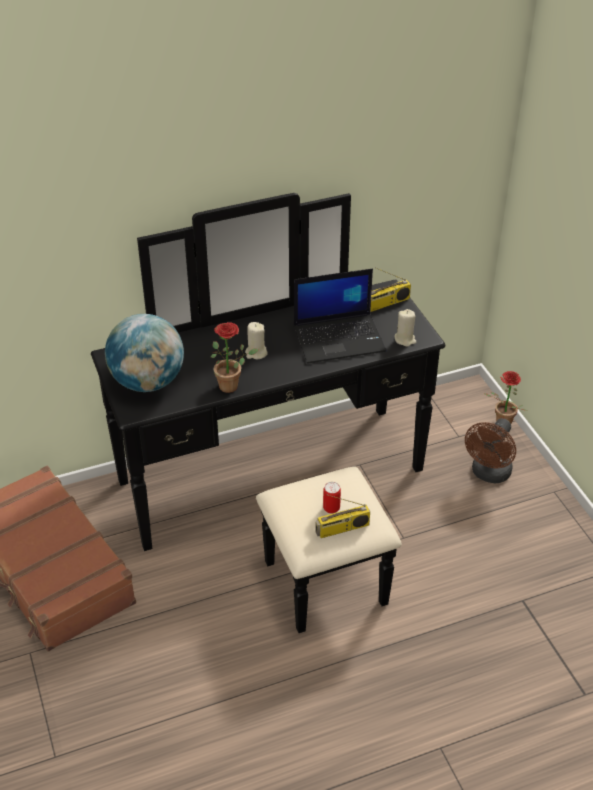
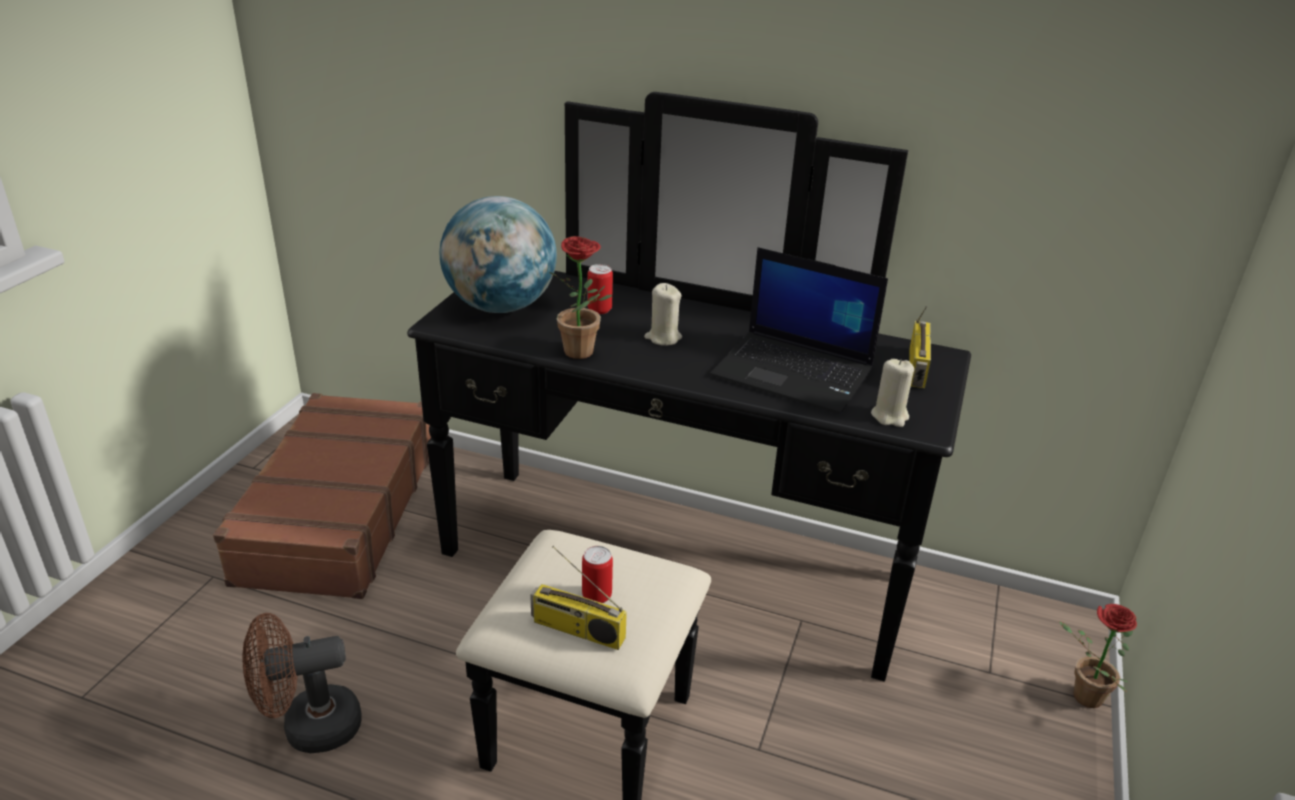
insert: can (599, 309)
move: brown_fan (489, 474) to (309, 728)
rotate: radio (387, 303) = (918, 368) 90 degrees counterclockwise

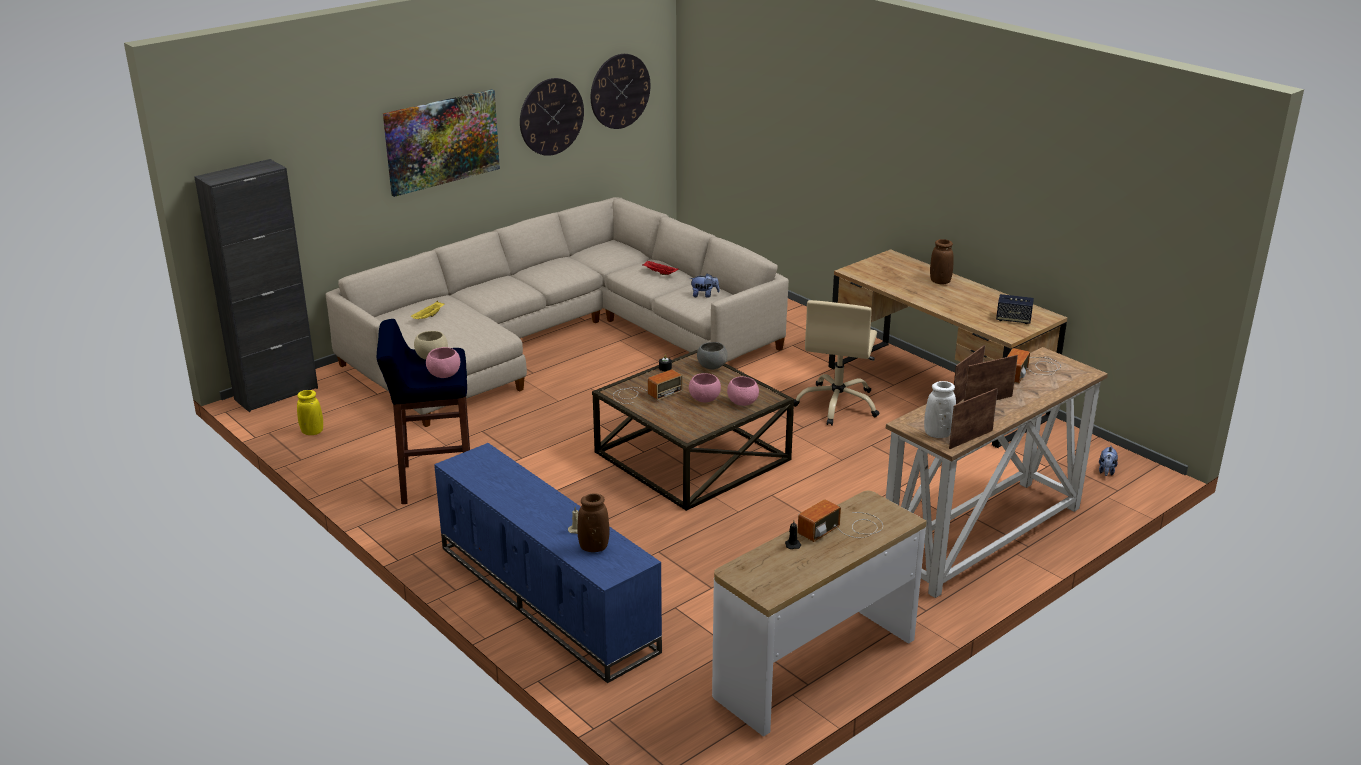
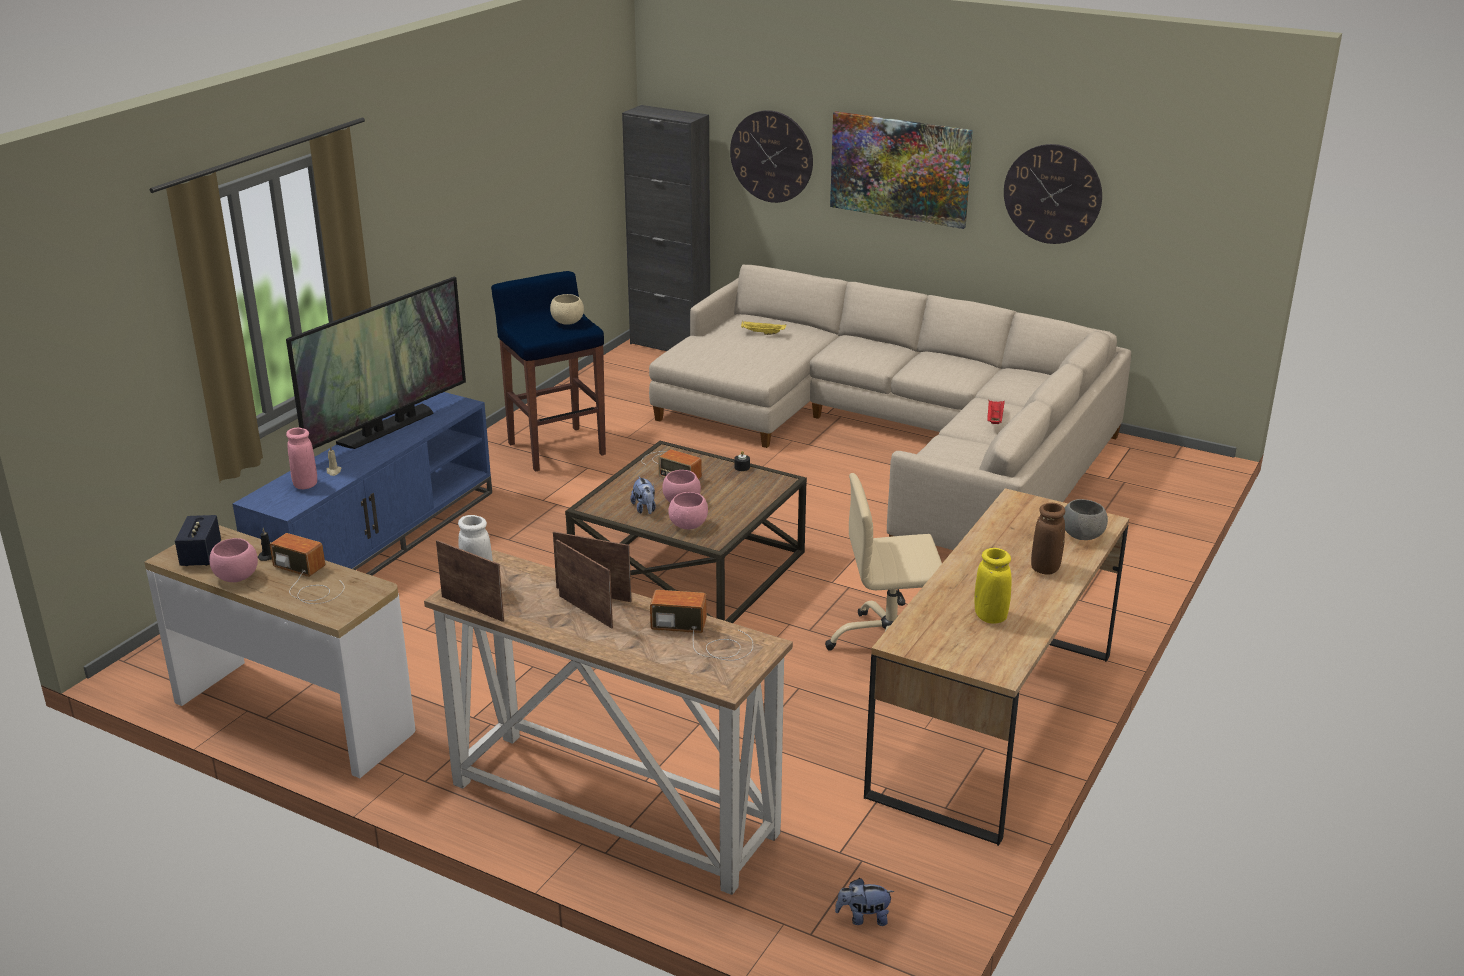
insert: television (387, 428)
move: yellow_vase (312, 432) to (990, 617); pink_bowl (444, 375) to (236, 577); wall_clock (620, 91) to (771, 156); plush_toy (704, 295) to (645, 509); grey_bowl (711, 366) to (1082, 536); speaker (1013, 319) to (201, 555)
recolor: brown_vase (594, 547) to pink_vase (305, 485)

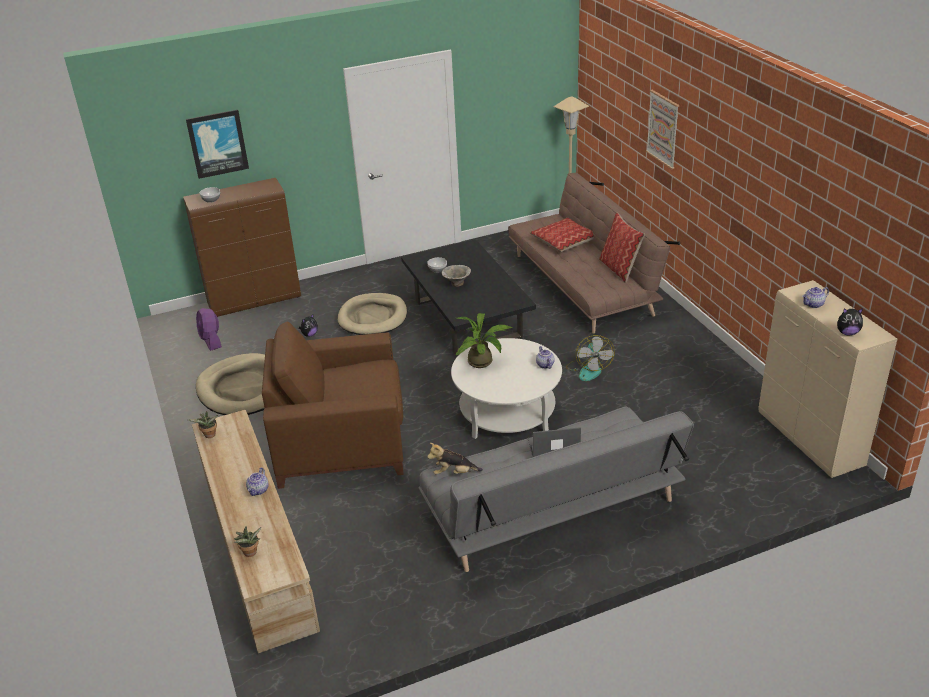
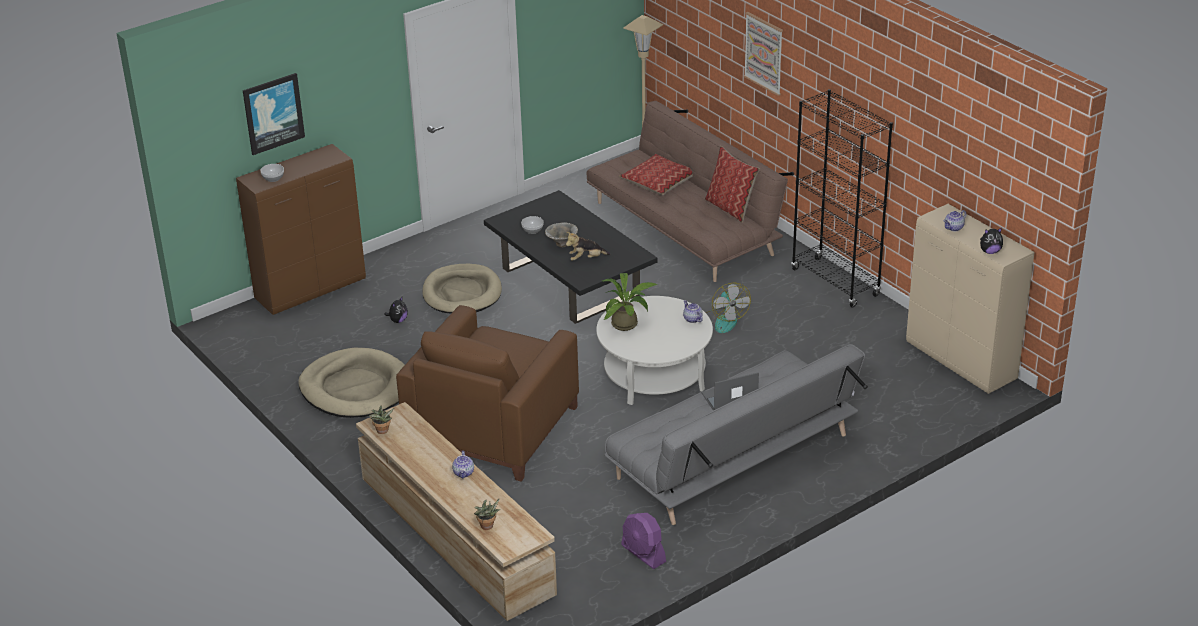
insert: black_bookcase (835, 282)
move: purple_fan (211, 340) to (643, 554); plush_toy (454, 473) to (586, 259)
rotate: brown_armchair (342, 441) = (492, 426) 45 degrees counterclockwise

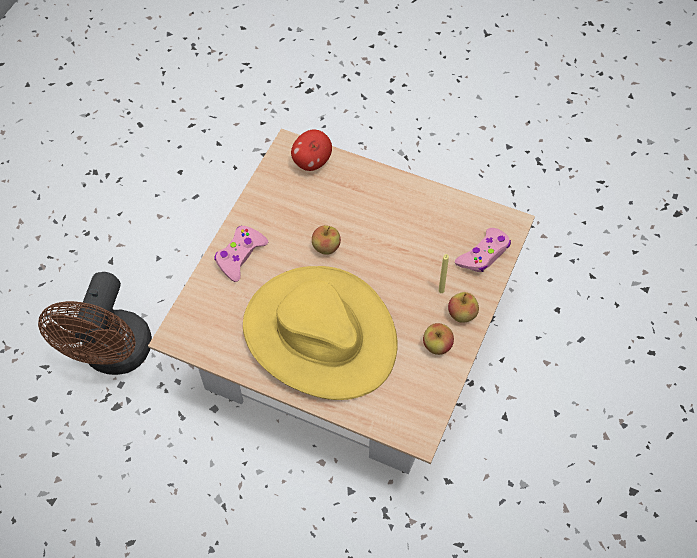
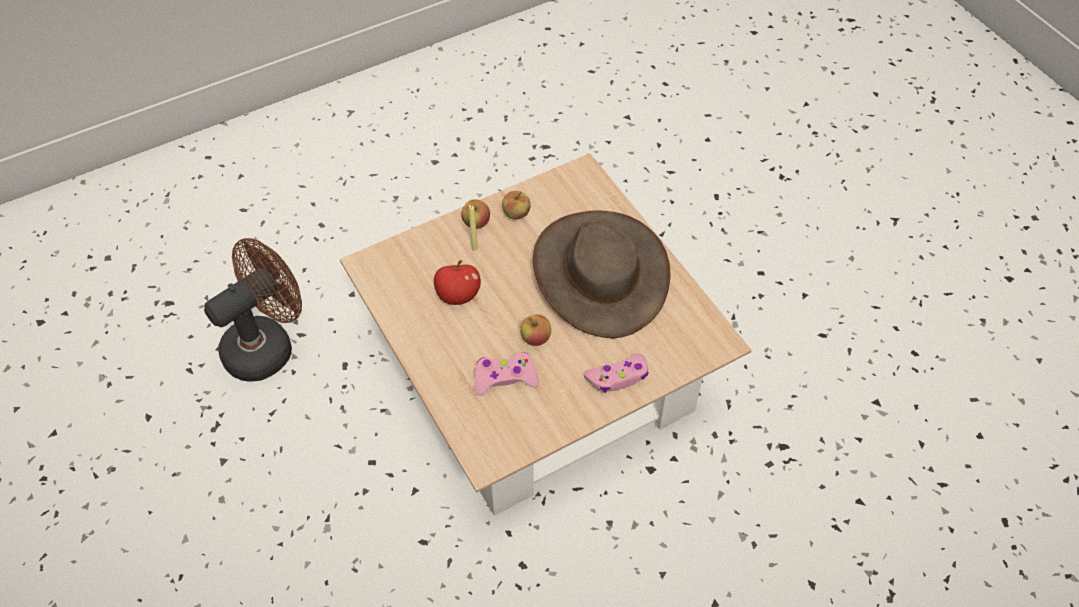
move: brown_fan (115, 356) to (267, 345); apple (312, 162) to (458, 296); pink_game_controller (484, 255) to (505, 378)
recolor: yellow_hat (319, 335) to brown_hat (600, 273)

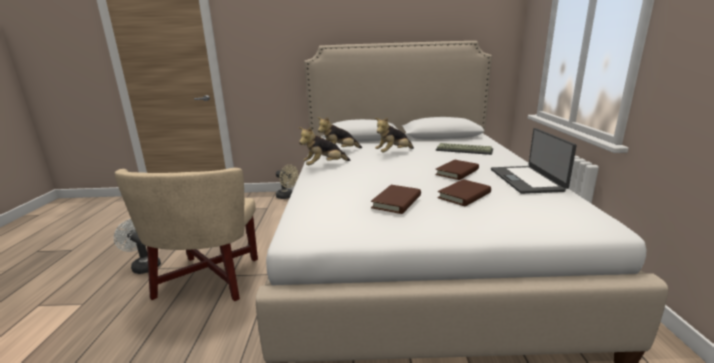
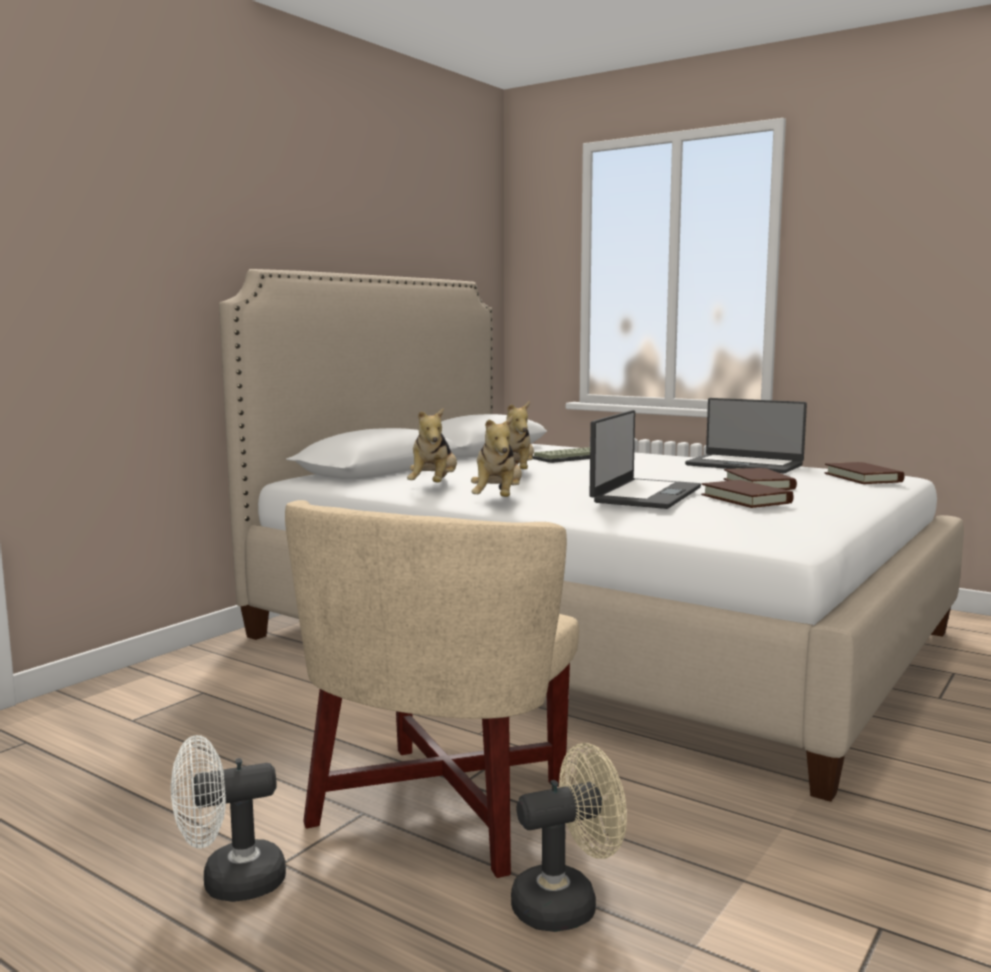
insert: laptop (645, 494)
move: beige_fan (287, 196) to (567, 903); brown_book (457, 172) to (863, 478)
rotate: beige_armchair (209, 278) = (440, 807) 75 degrees clockwise

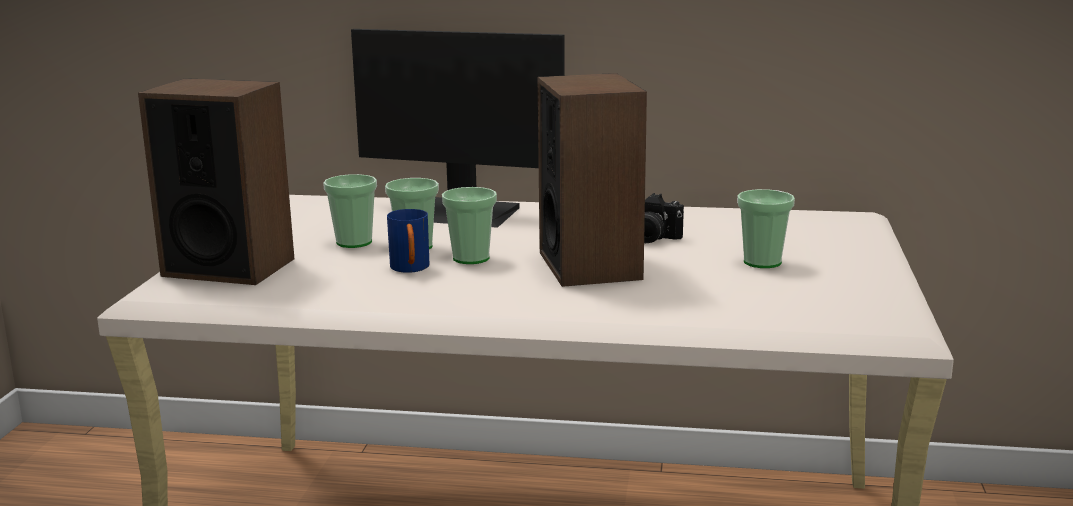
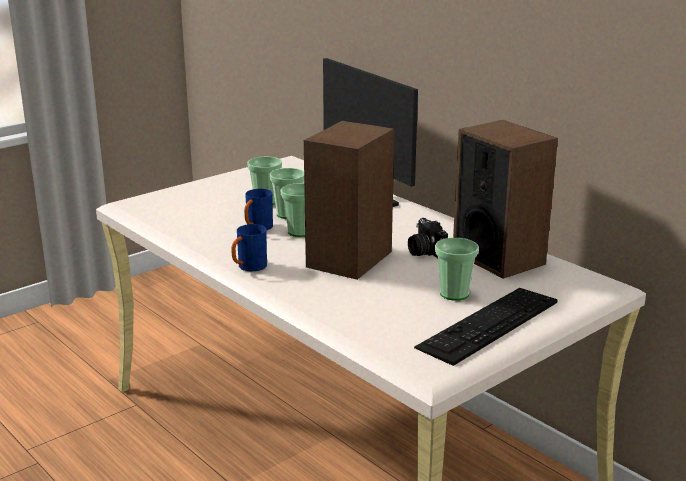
insert: blue_mug (248, 268); keyboard (488, 324)
move: speaker (229, 267) to (498, 258)

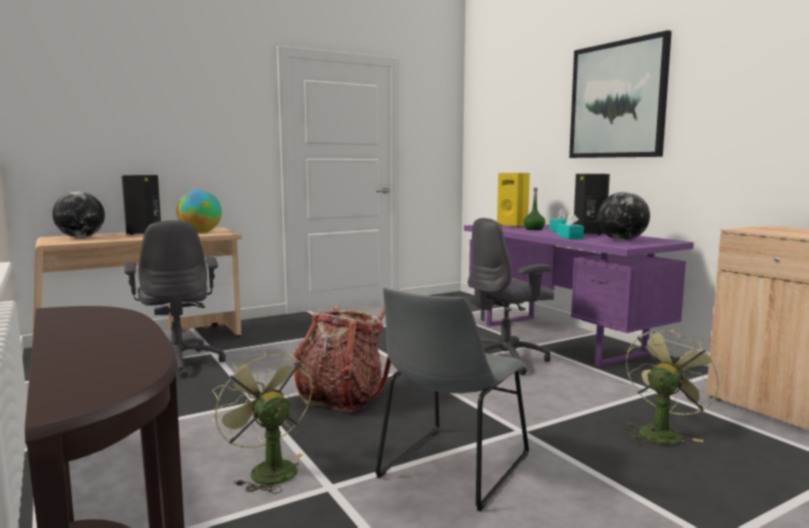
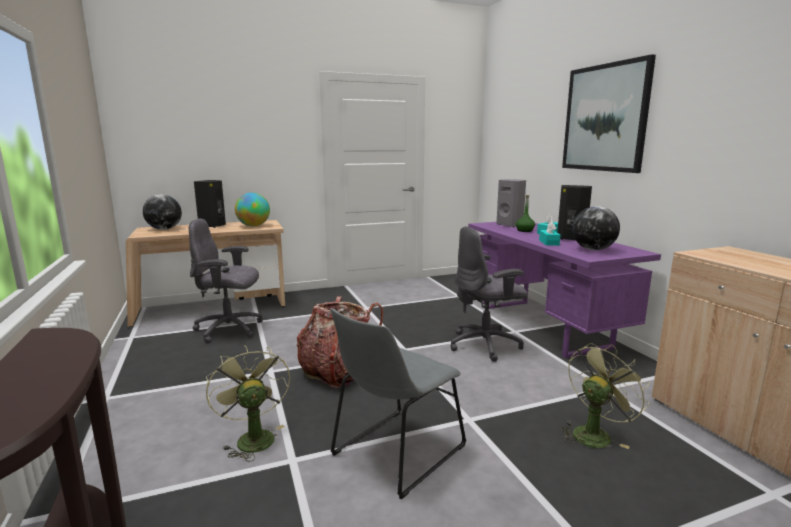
recolor: yellow_speaker (513, 225) to grey_speaker (510, 225)
rotate: grey_office_chair (179, 363) = (229, 330) 105 degrees clockwise

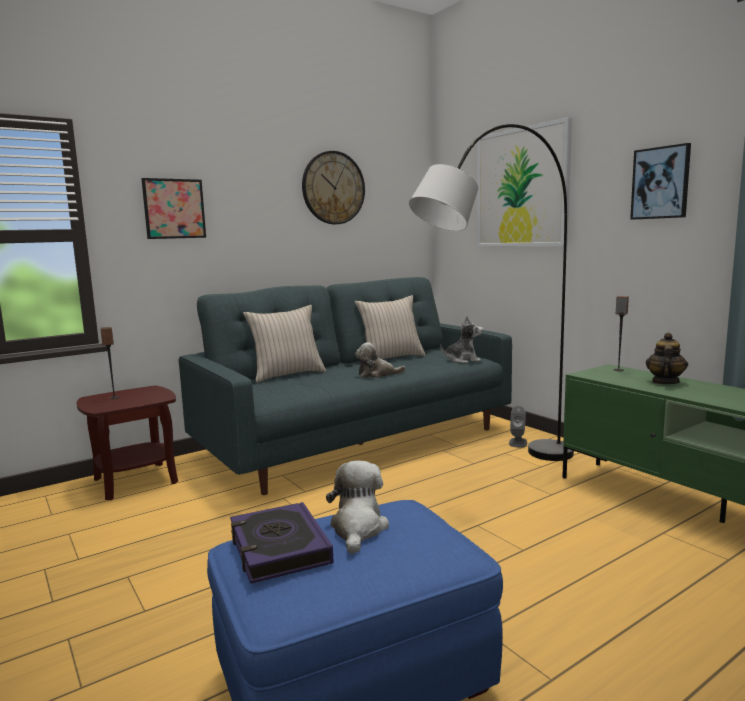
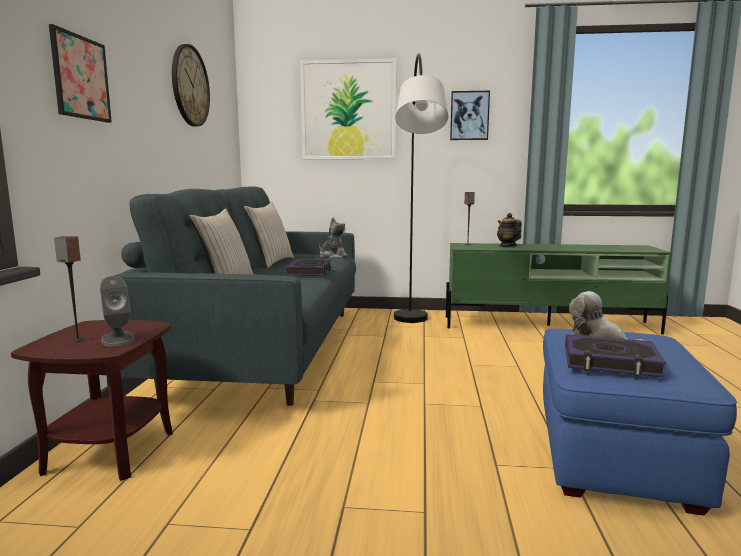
move: grey_speaker (518, 442) to (117, 339)
replace: plush_toy (377, 374) to book (309, 272)

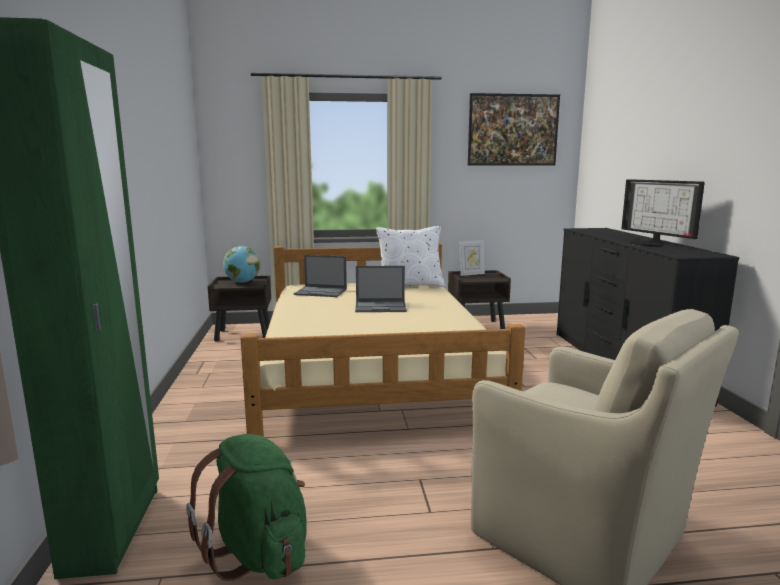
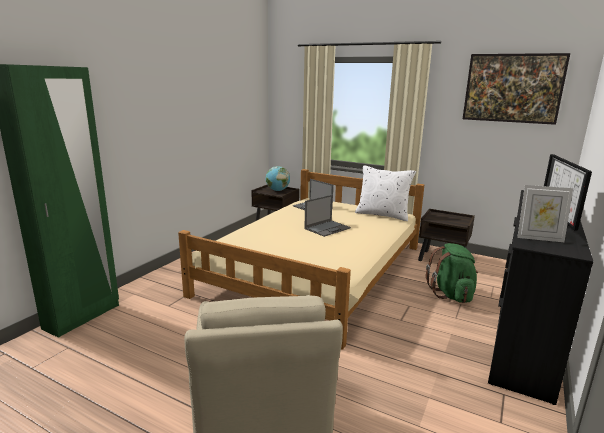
move: green_backpack (259, 553) to (451, 294); picture_frame (471, 274) to (539, 238)
rotate: laptop (381, 307) = (327, 228) 75 degrees counterclockwise

